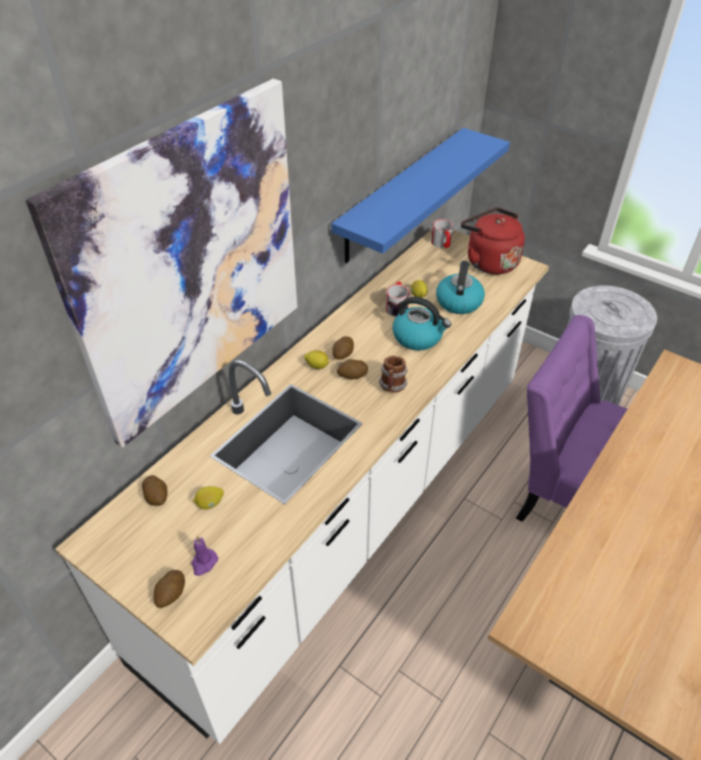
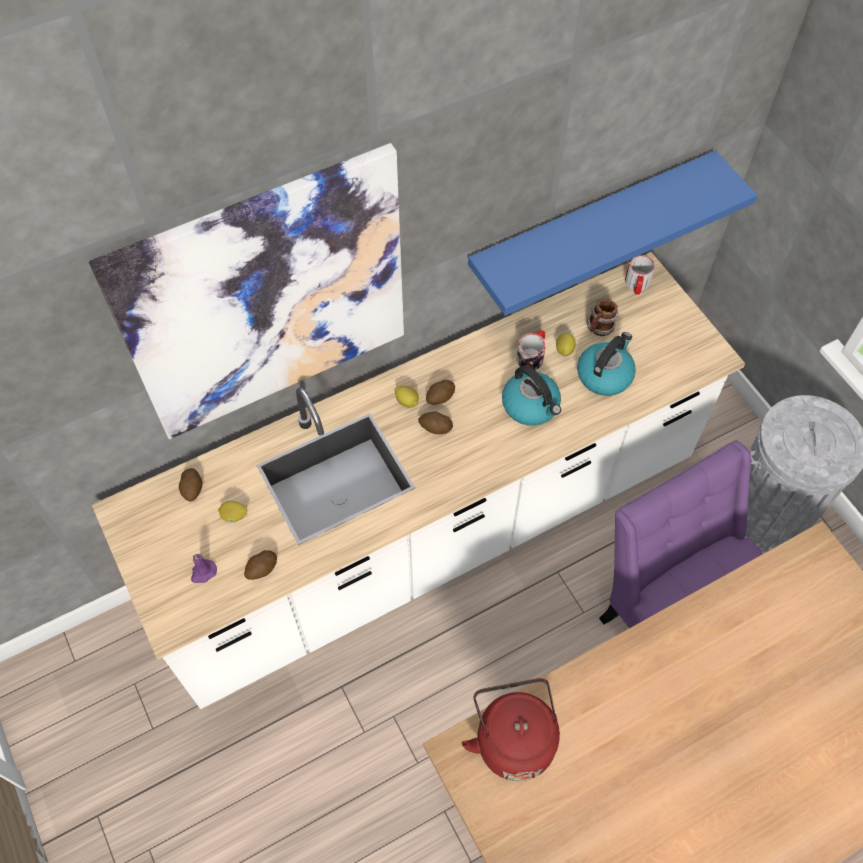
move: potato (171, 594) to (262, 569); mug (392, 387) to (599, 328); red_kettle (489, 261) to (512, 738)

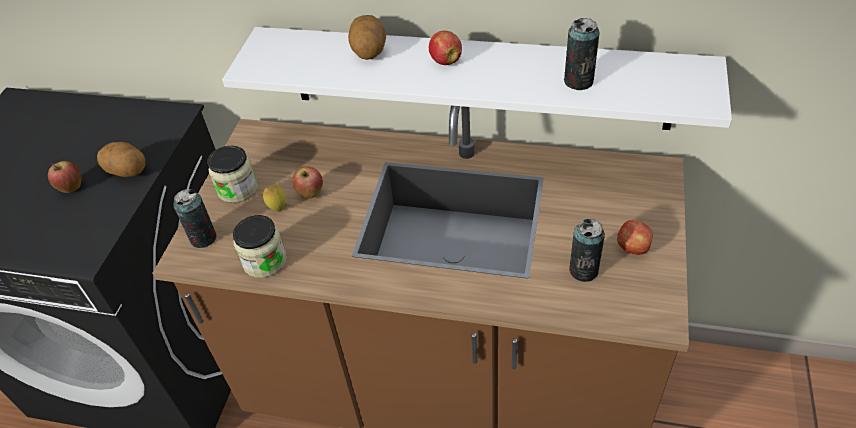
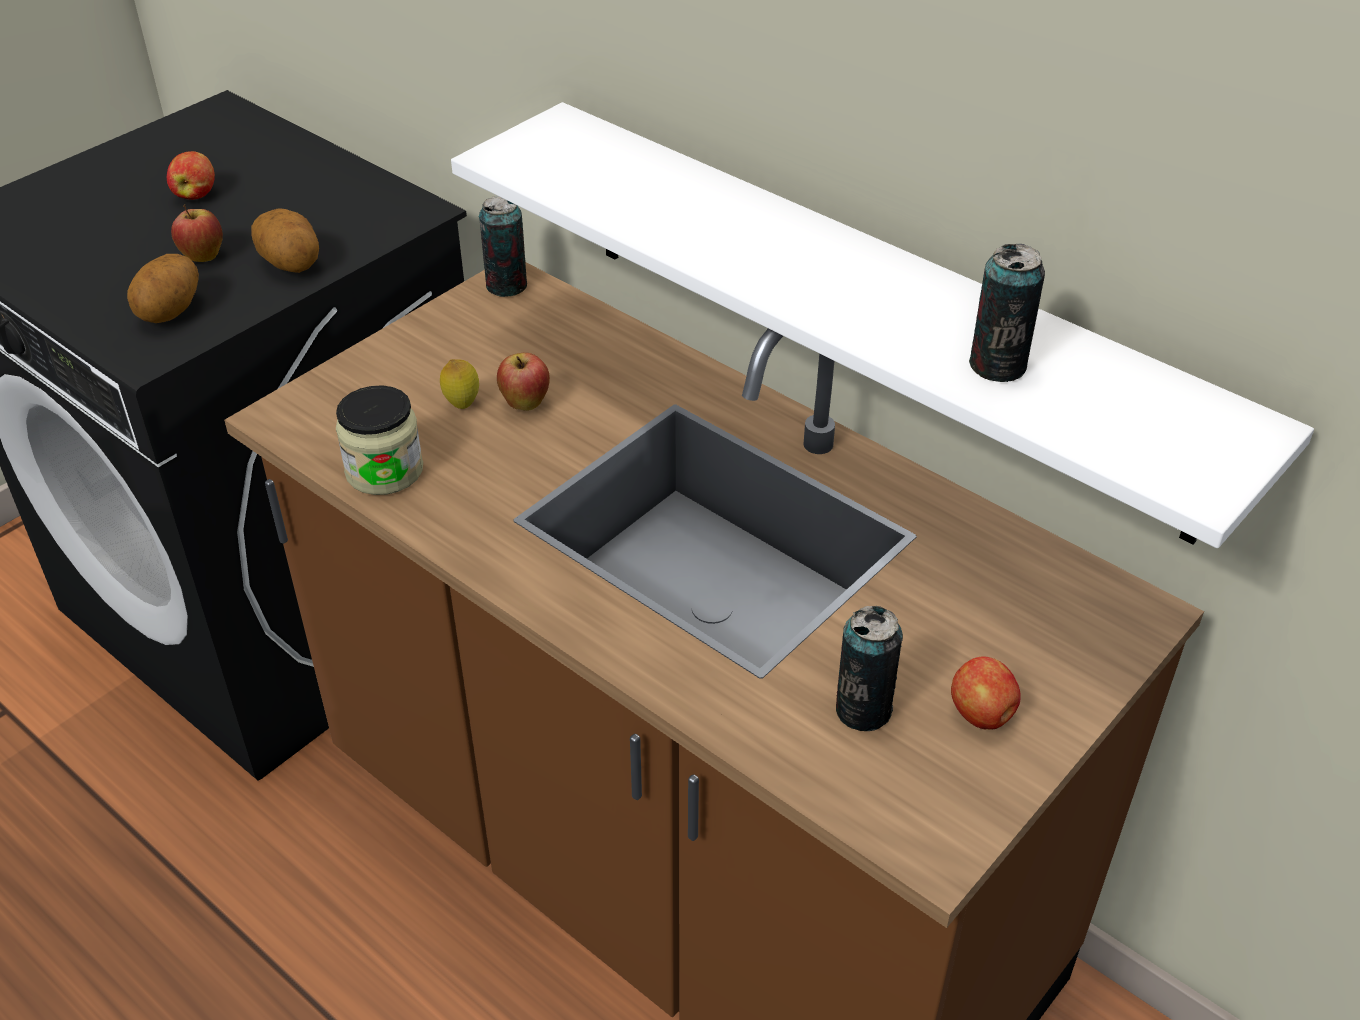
delete: jar (238, 189)
move: can (203, 238) to (506, 286); potato (369, 52) to (171, 312); apple (445, 60) to (196, 194)

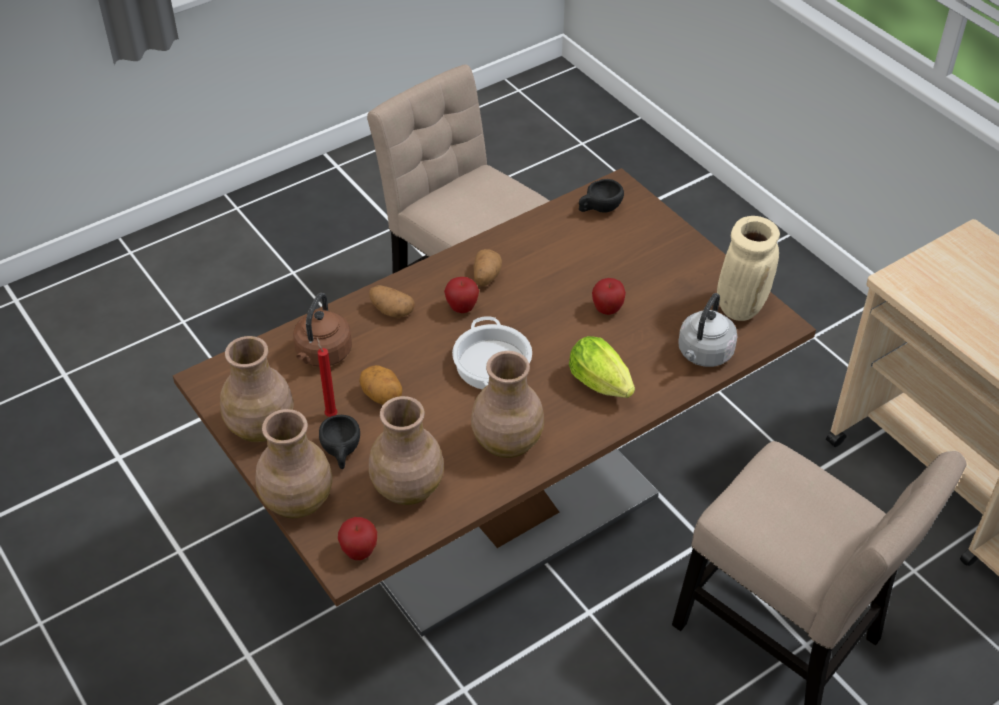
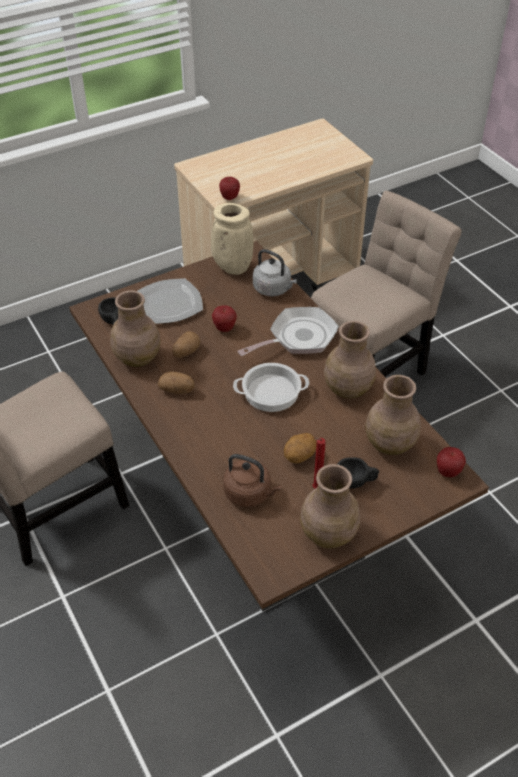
insert: plate (169, 303)
move: brown_vase (297, 501) to (137, 358); potato (391, 311) to (186, 352); apple (462, 308) to (229, 198)
replace: lettuce (603, 386) to frying_pan (298, 338)

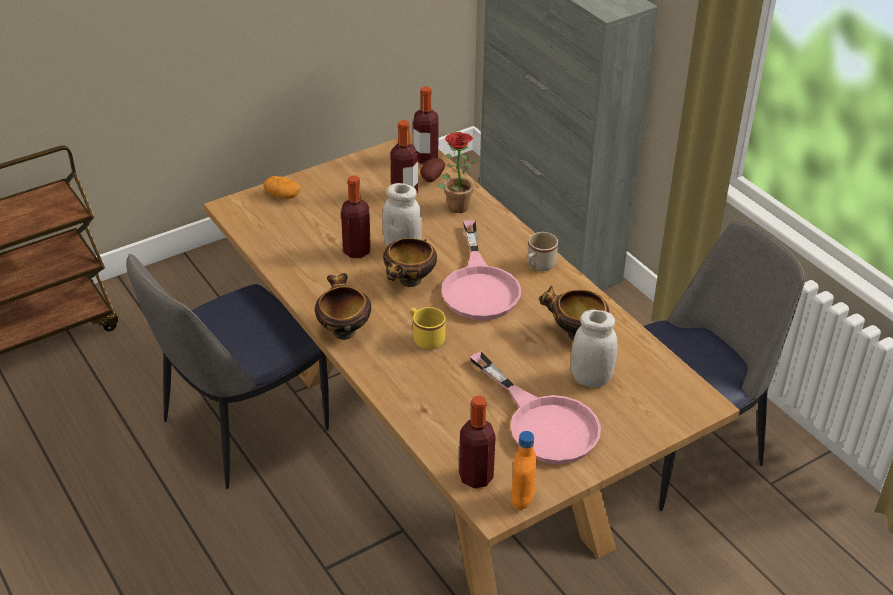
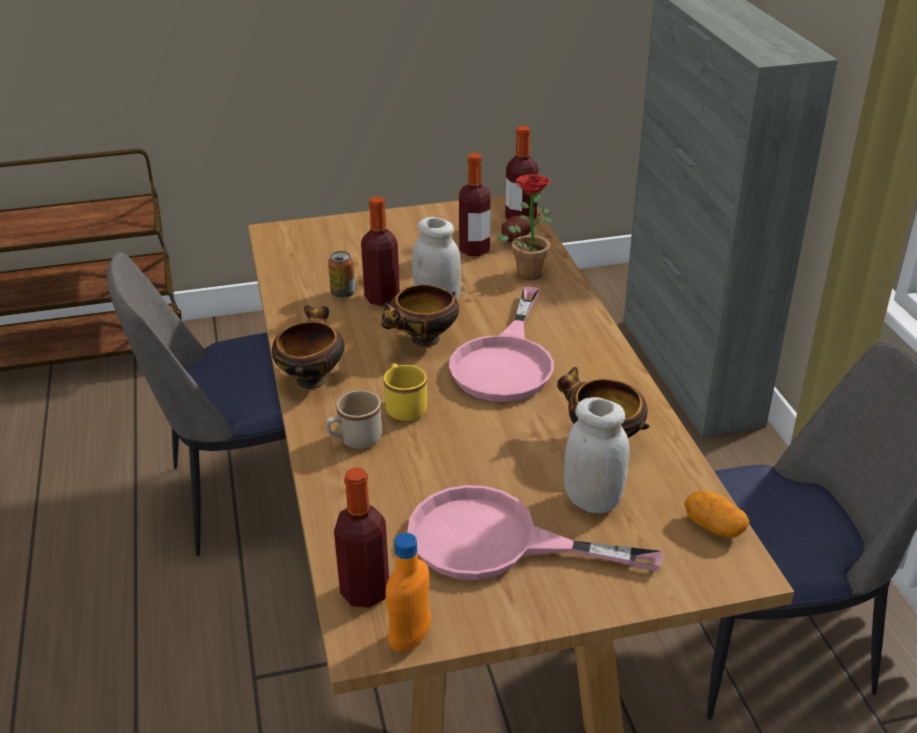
insert: can (343, 293)
move: potato (282, 195) to (713, 527); beige_mug (538, 266) to (354, 440)
rotate: pink_frying_pan (543, 422) = (497, 542) 120 degrees clockwise

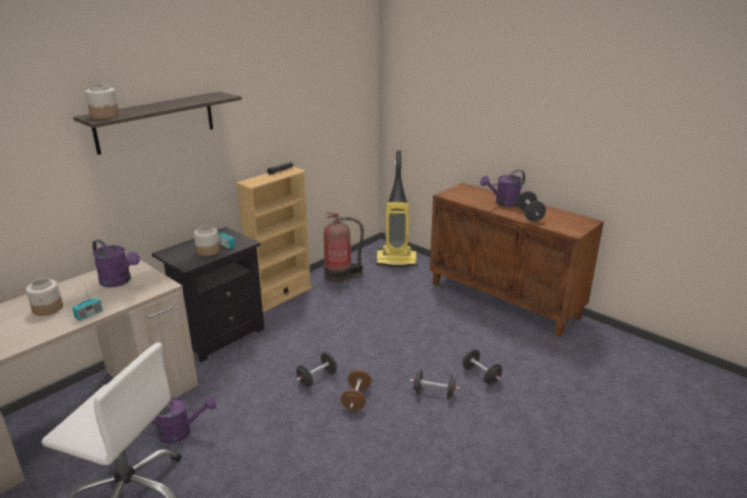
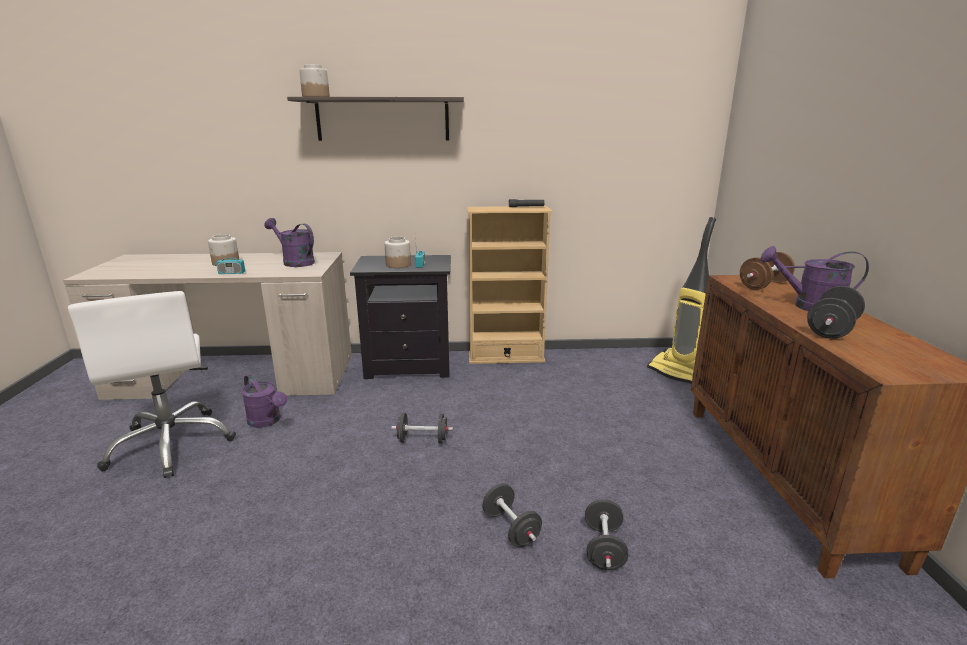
delete: fire_extinguisher (340, 276)
move: brown_dumbbell (356, 399) to (764, 285)
rotate: purple_watering_can (119, 281) = (294, 262) 135 degrees clockwise

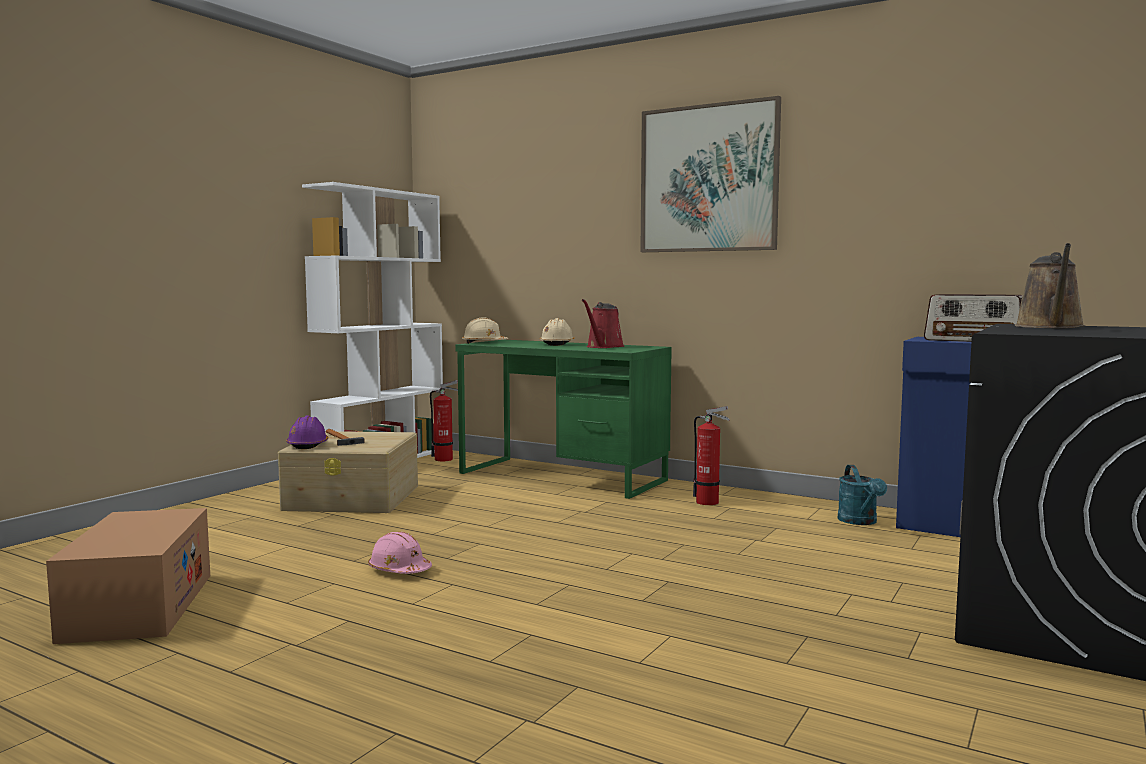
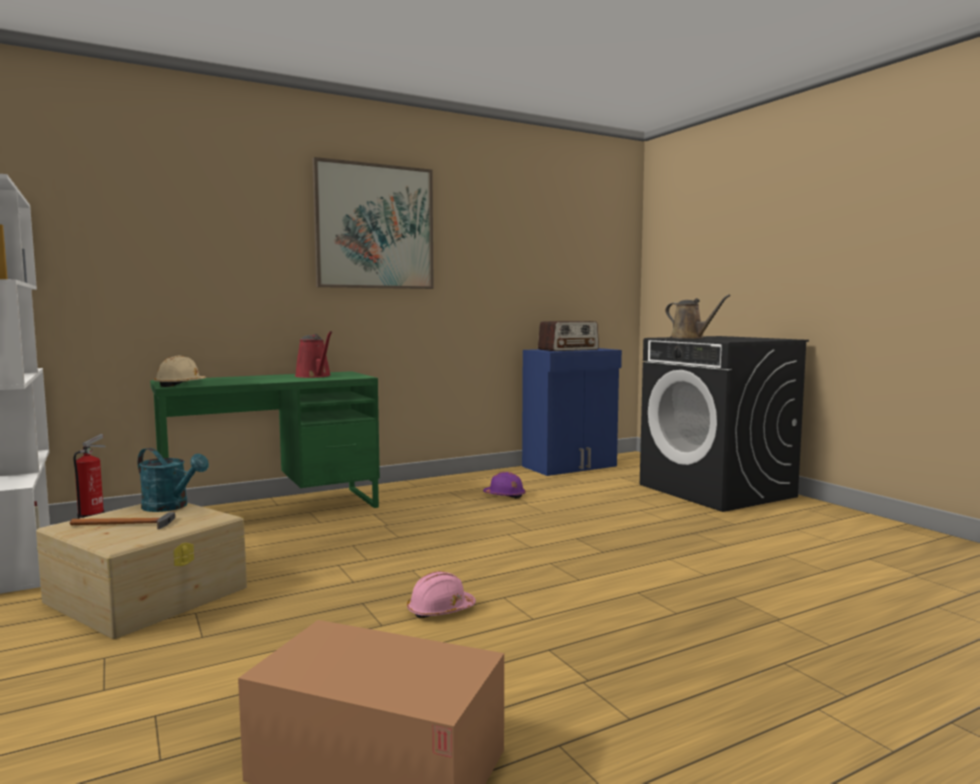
delete: beige_hard_hat (557, 344); fire_extinguisher (710, 502)
move: purple_hard_hat (308, 445) to (505, 495); turquoise_watering_can (860, 522) to (171, 507)

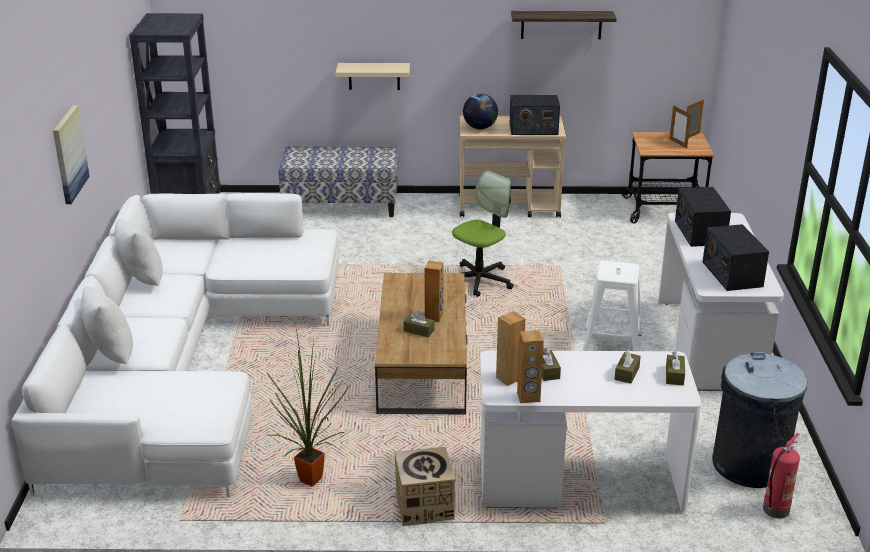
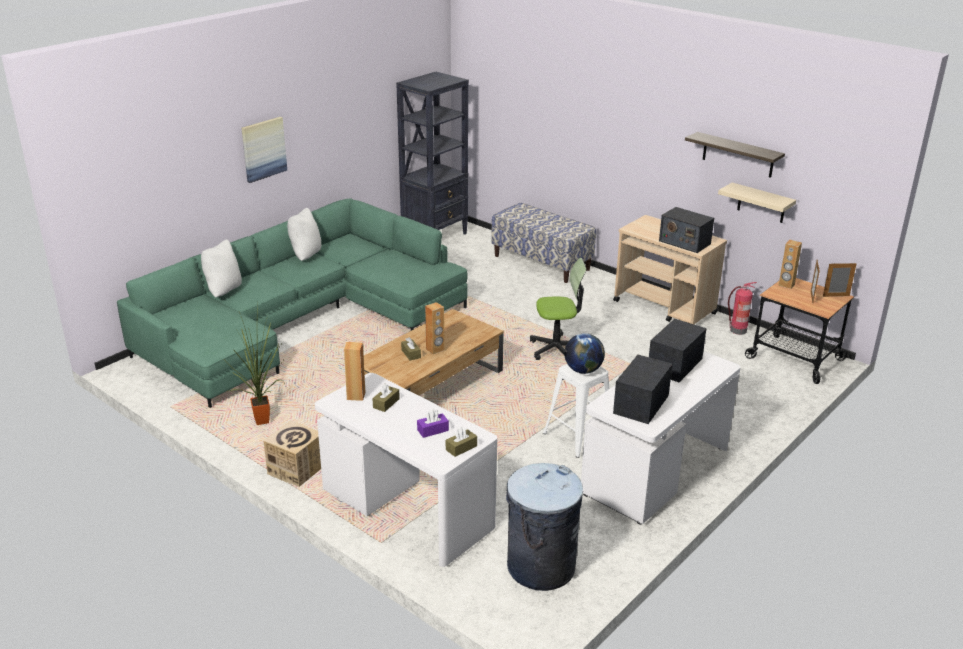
move: beige_shelf (374, 76) to (761, 203); globe (480, 128) to (583, 370); brown_speaker (528, 397) to (786, 285); fire_extinguisher (775, 510) to (737, 330)
recolor: white_sofa (184, 363) to green_sofa (301, 322); brown_tissue_box (627, 373) to purple_tissue_box (433, 430)

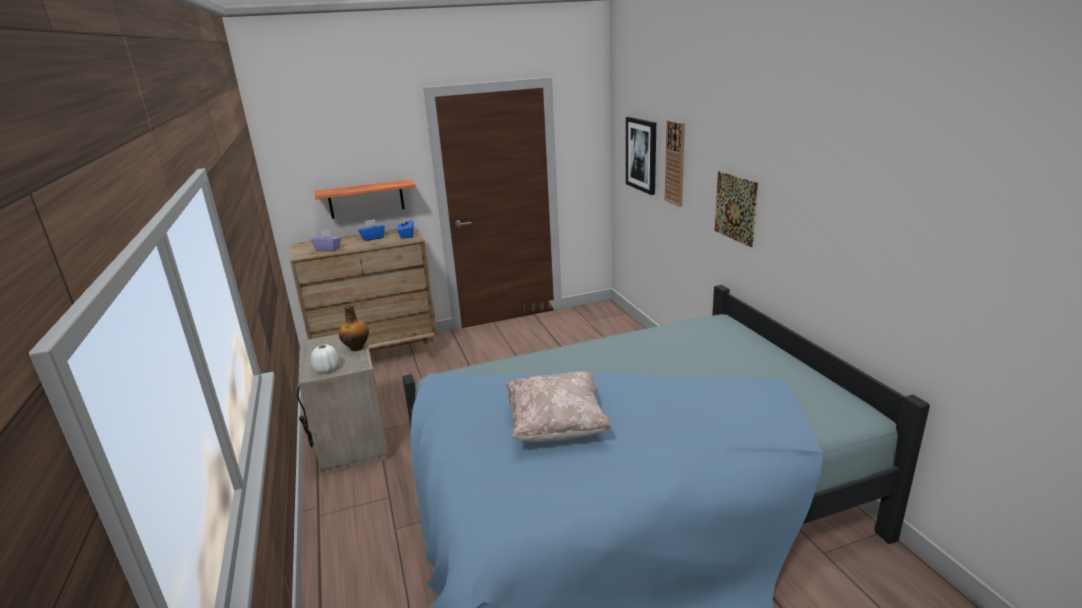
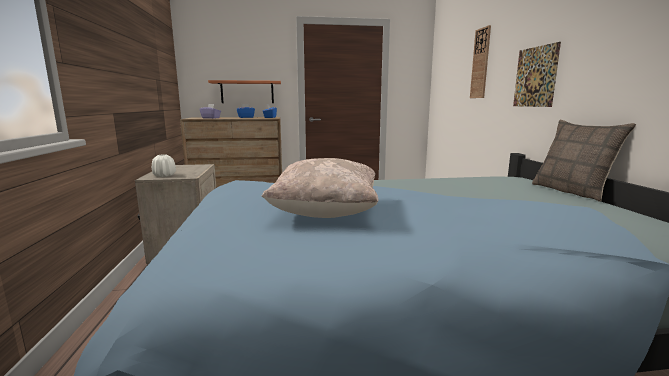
delete: bottle (357, 347); picture (641, 155)
insert: pillow (572, 191)

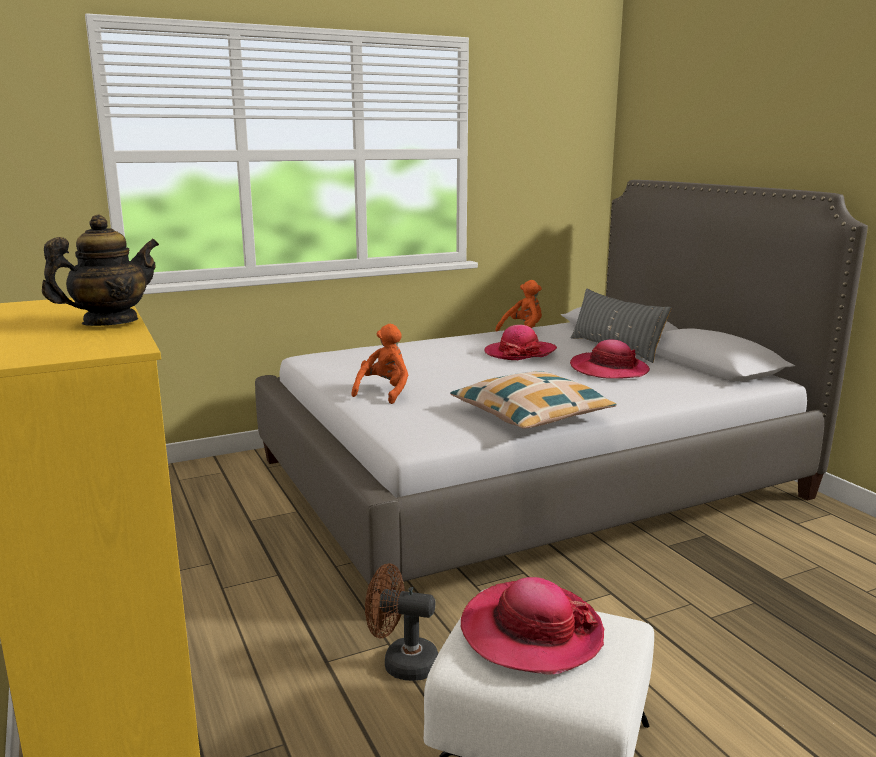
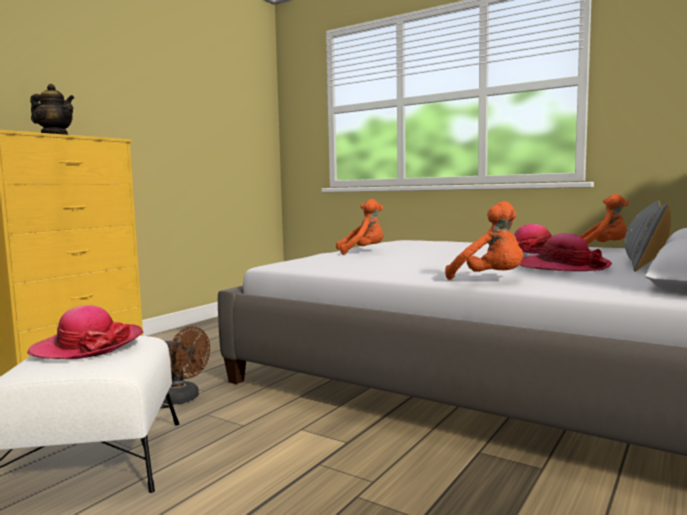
delete: pillow (531, 414)
insert: orange_plush_toy (491, 280)
rotate: brown_fan (401, 663) = (184, 399) 135 degrees clockwise

